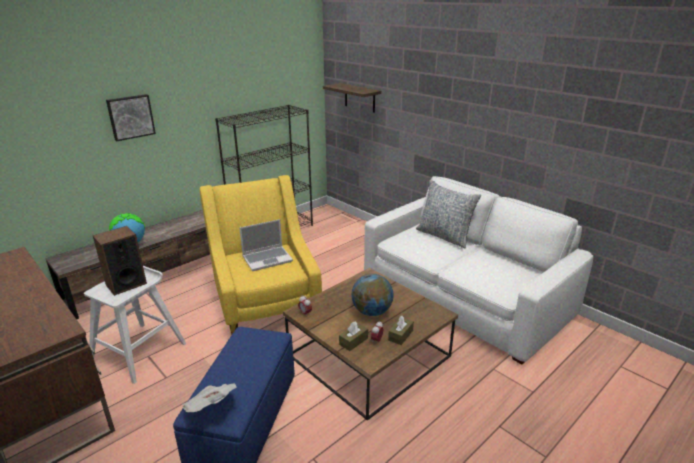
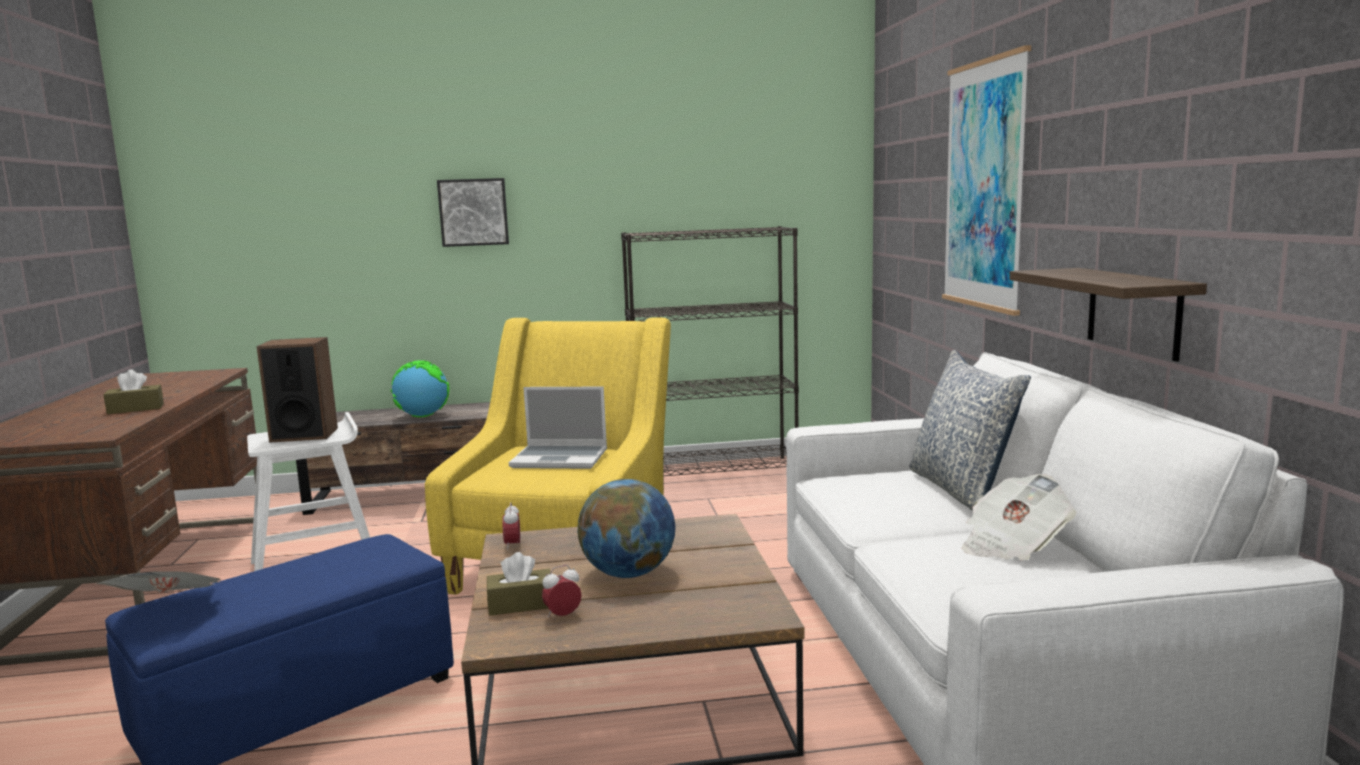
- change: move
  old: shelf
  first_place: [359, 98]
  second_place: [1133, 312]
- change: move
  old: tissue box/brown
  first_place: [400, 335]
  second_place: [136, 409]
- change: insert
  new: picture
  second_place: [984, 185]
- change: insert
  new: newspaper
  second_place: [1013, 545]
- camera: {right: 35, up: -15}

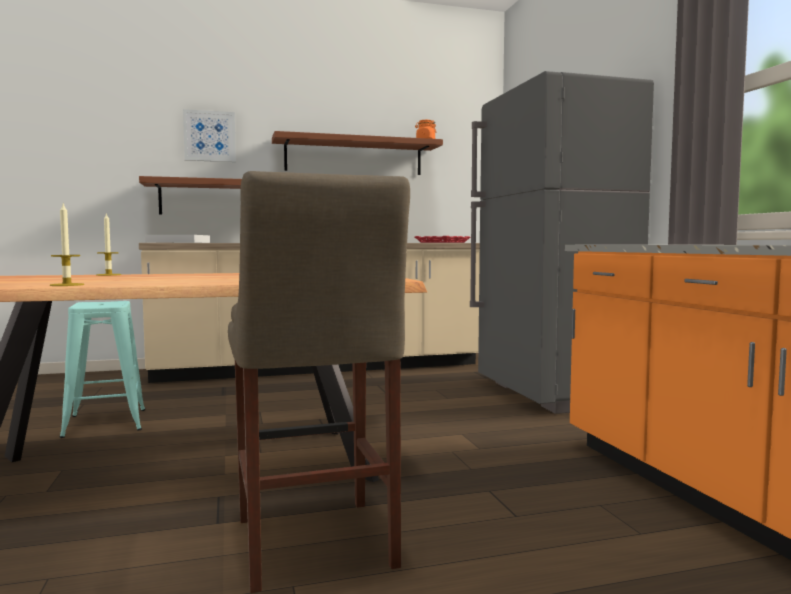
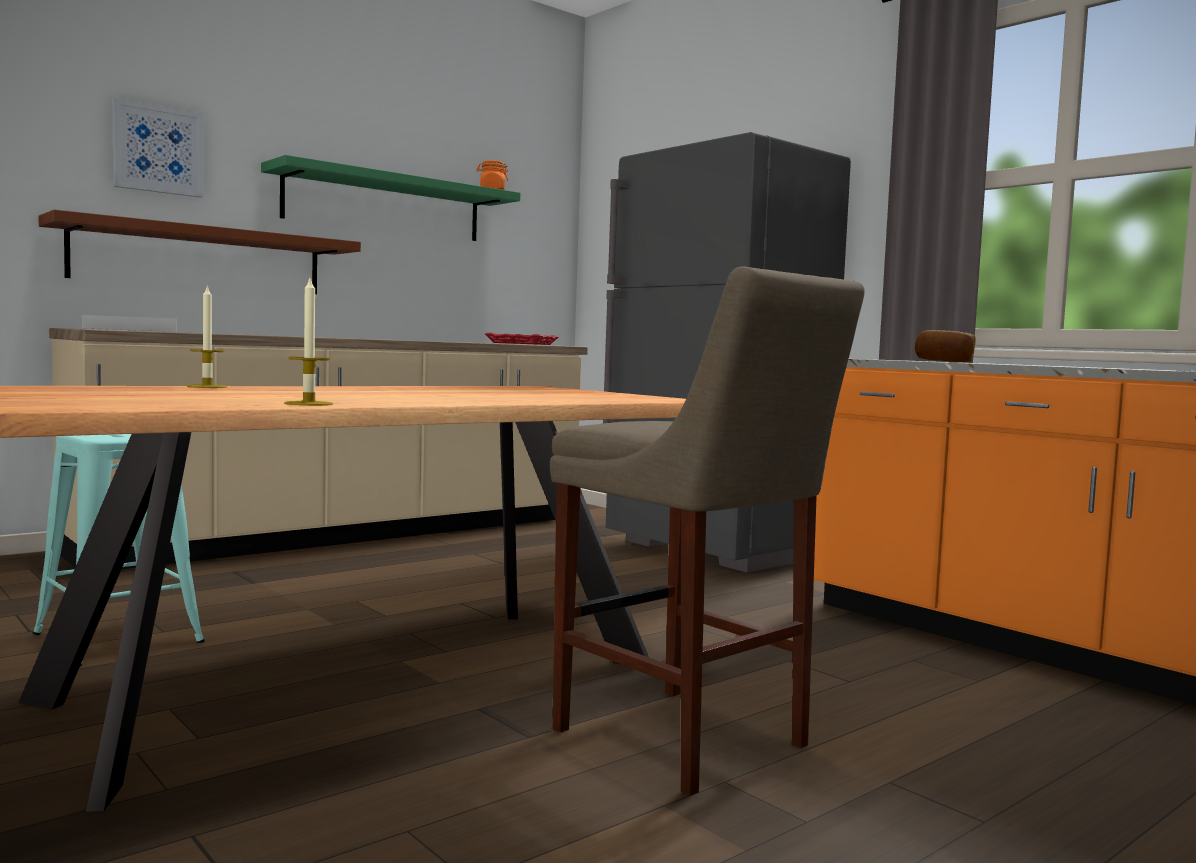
- change: recolor
  old: shelf/brown
  new: shelf/green
  first_place: [354, 157]
  second_place: [385, 206]
- change: insert
  new: bread
  second_place: [944, 361]
- camera: {right: -25, up: 0}

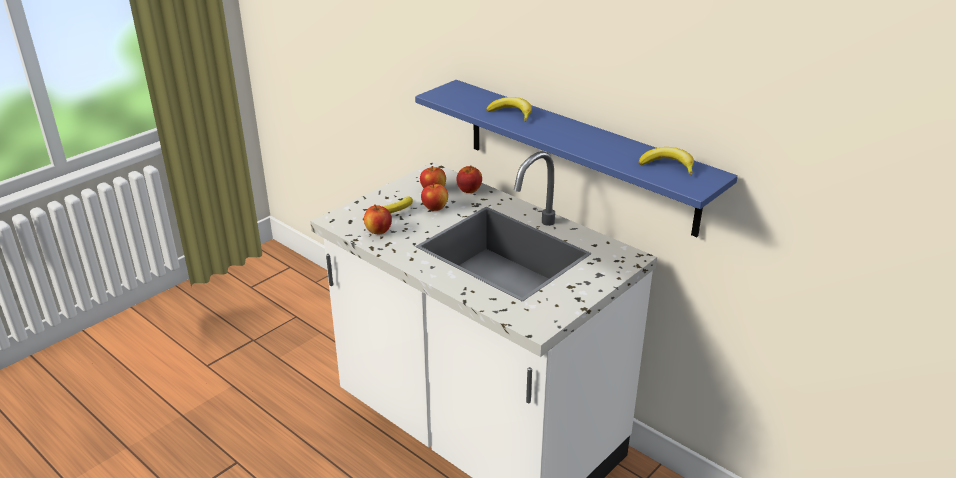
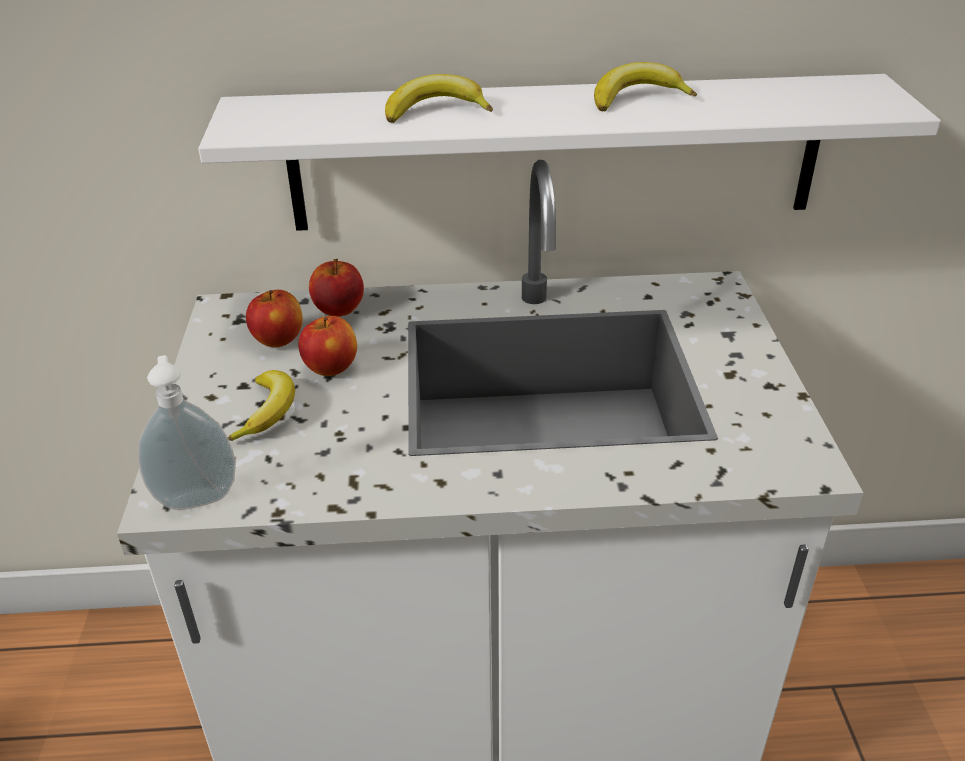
- change: recolor
  old: shelf/blue
  new: shelf/white
  first_place: [578, 155]
  second_place: [555, 154]
- change: move
  old: banana
  first_place: [668, 166]
  second_place: [637, 98]
- change: delete
  old: apple
  first_place: [378, 231]
- change: insert
  new: soap dispenser
  second_place: [197, 496]
- camera: {right: -45, up: 5}

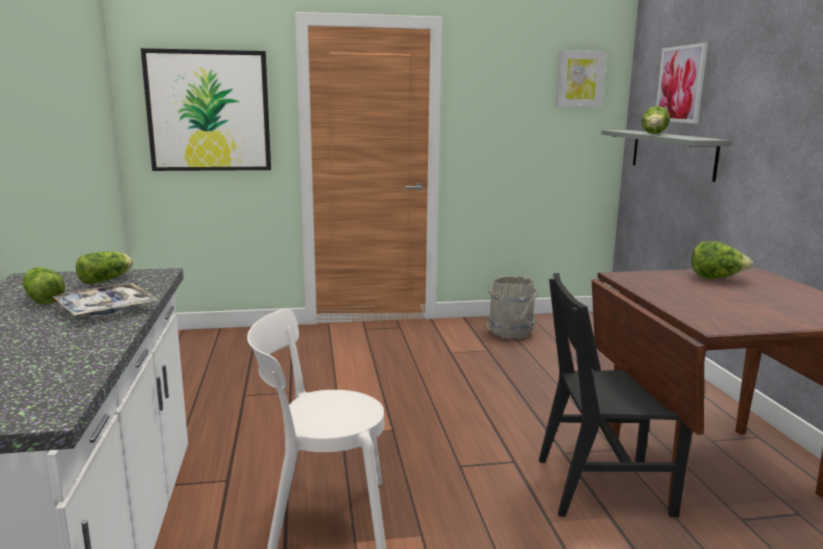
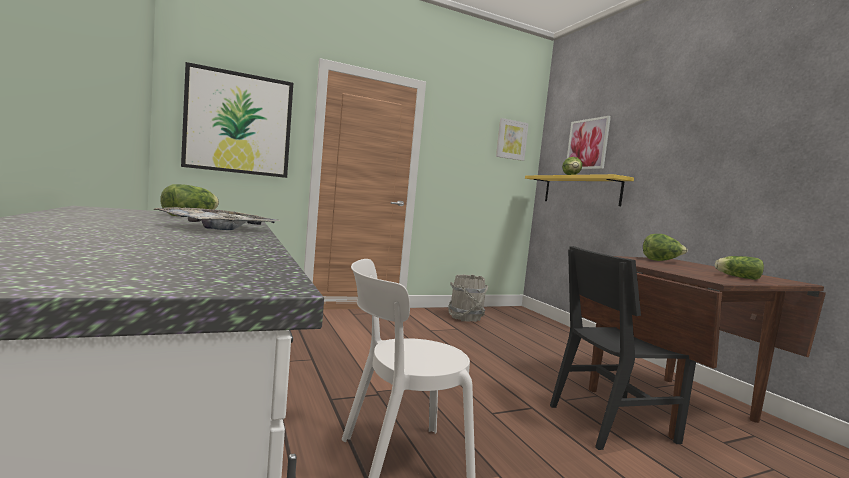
- change: recolor
  old: shelf/grey
  new: shelf/yellow
  first_place: [672, 153]
  second_place: [581, 190]
- change: move
  old: lettuce
  first_place: [43, 299]
  second_place: [736, 277]
- camera: {right: -15, up: -10}

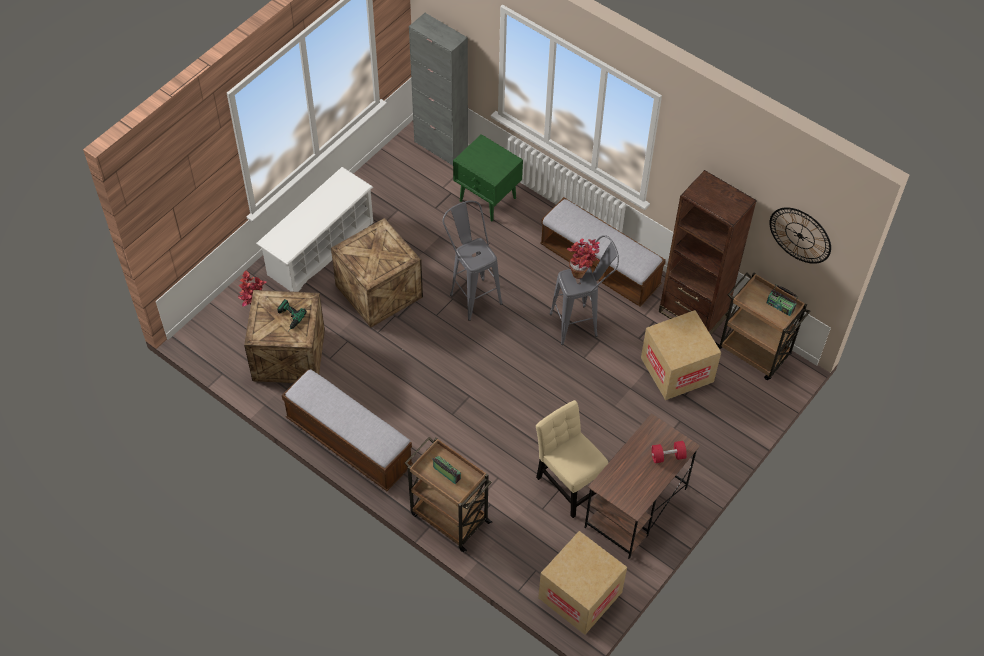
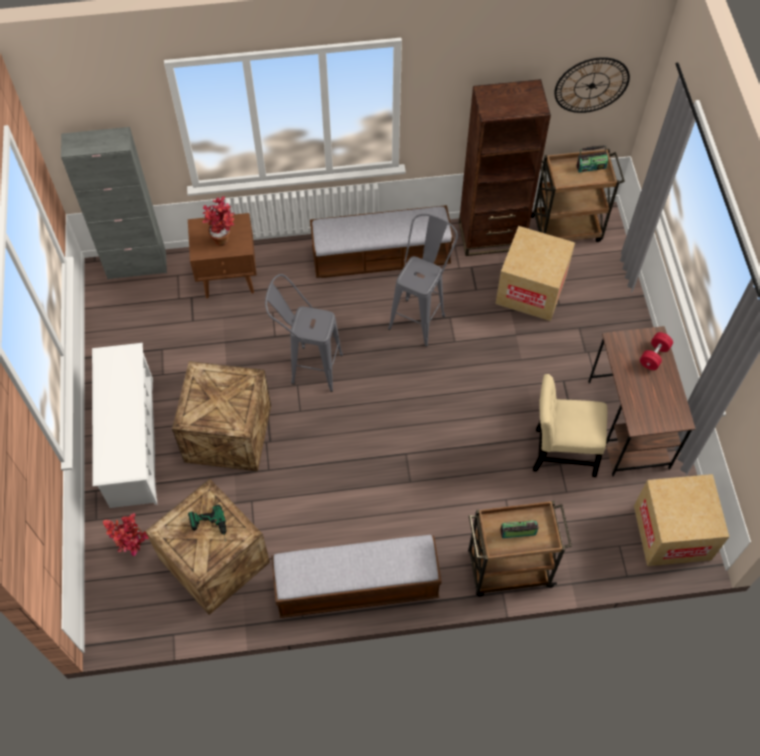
- change: recolor
  old: nightstand/green
  new: nightstand/brown
  first_place: [488, 200]
  second_place: [229, 277]
- change: move
  old: potted plant
  first_place: [582, 272]
  second_place: [223, 237]
- camera: {right: -45, up: 5}

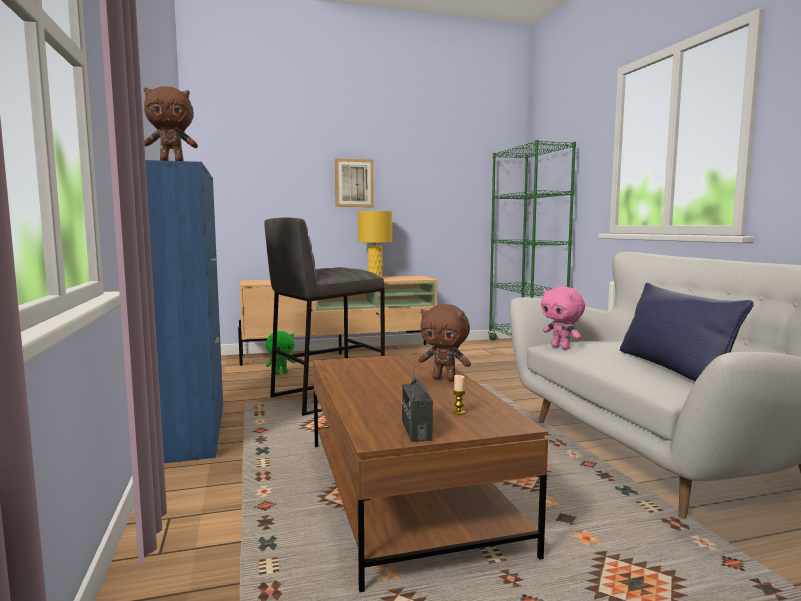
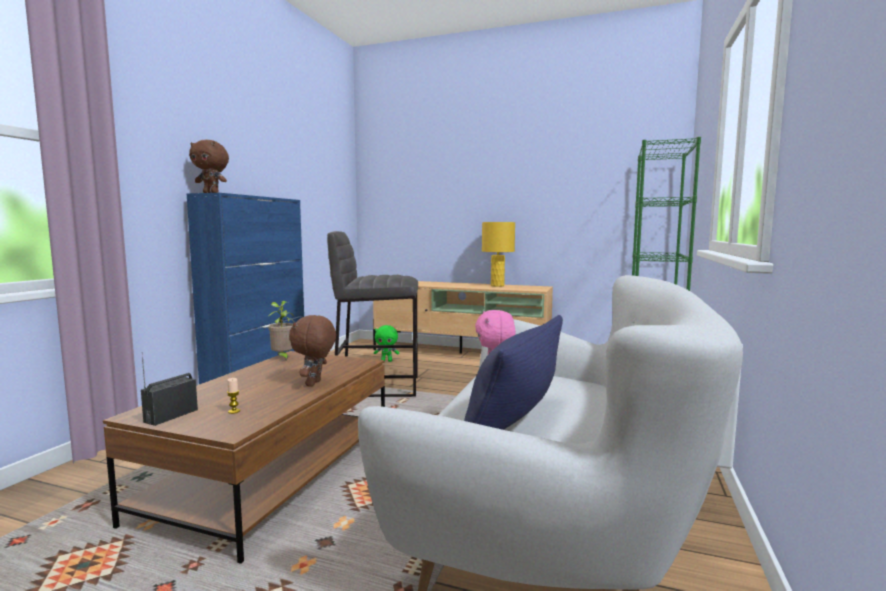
- change: delete
  old: picture
  first_place: [354, 183]
- change: rotate
  old: plush toy/brown
  first_place: [444, 379]
  second_place: [314, 384]
  degrees: 45
- change: insert
  new: potted plant
  second_place: [283, 358]
- camera: {right: 35, up: 0}

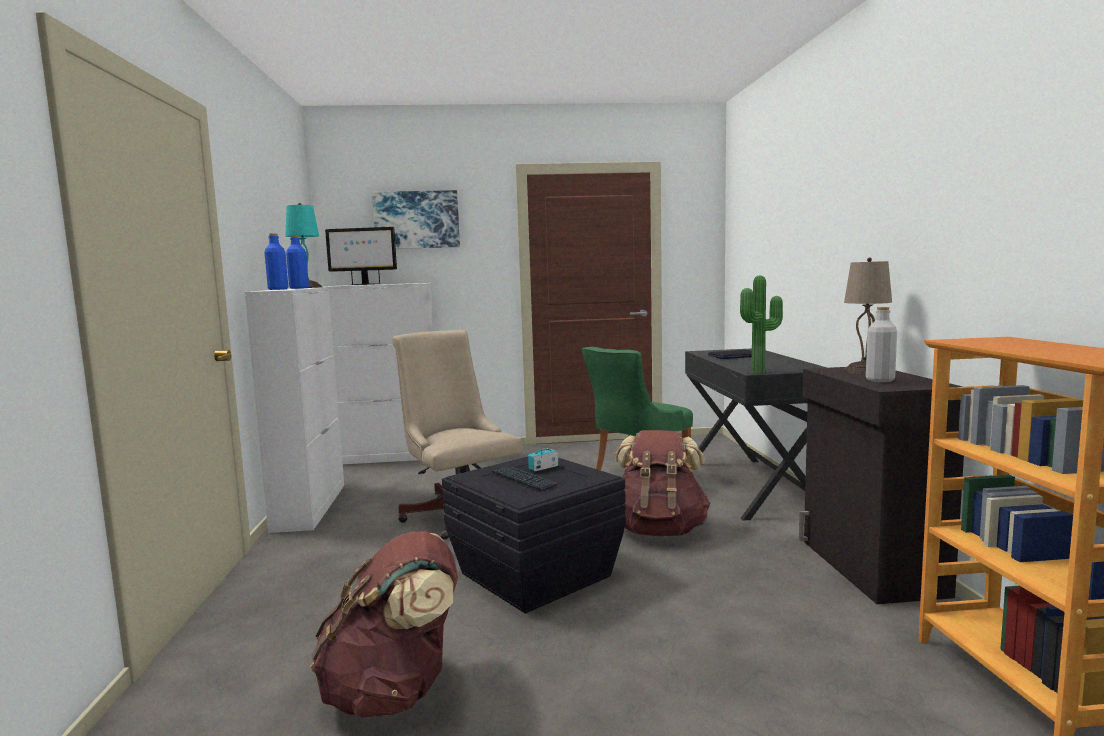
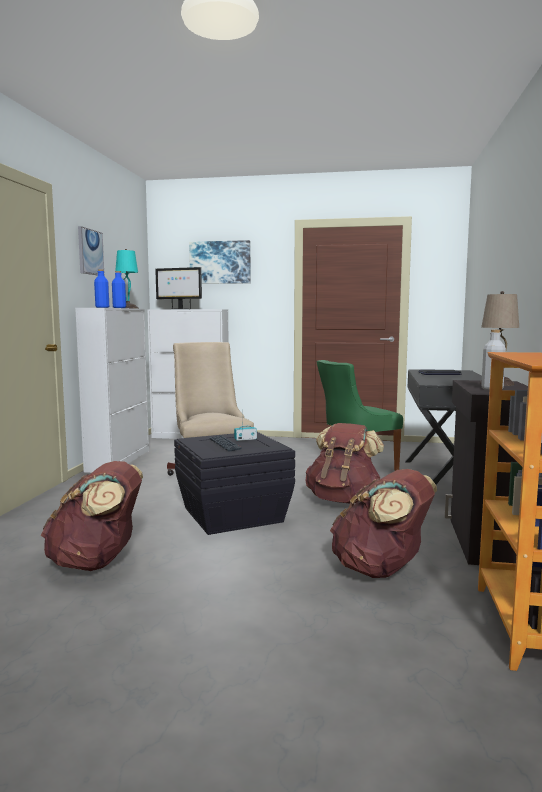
- change: delete
  old: potted plant
  first_place: [760, 372]
- change: insert
  new: picture
  second_place: [90, 252]
- change: insert
  new: backpack/brown
  second_place: [381, 570]
- camera: {right: 15, up: 0}

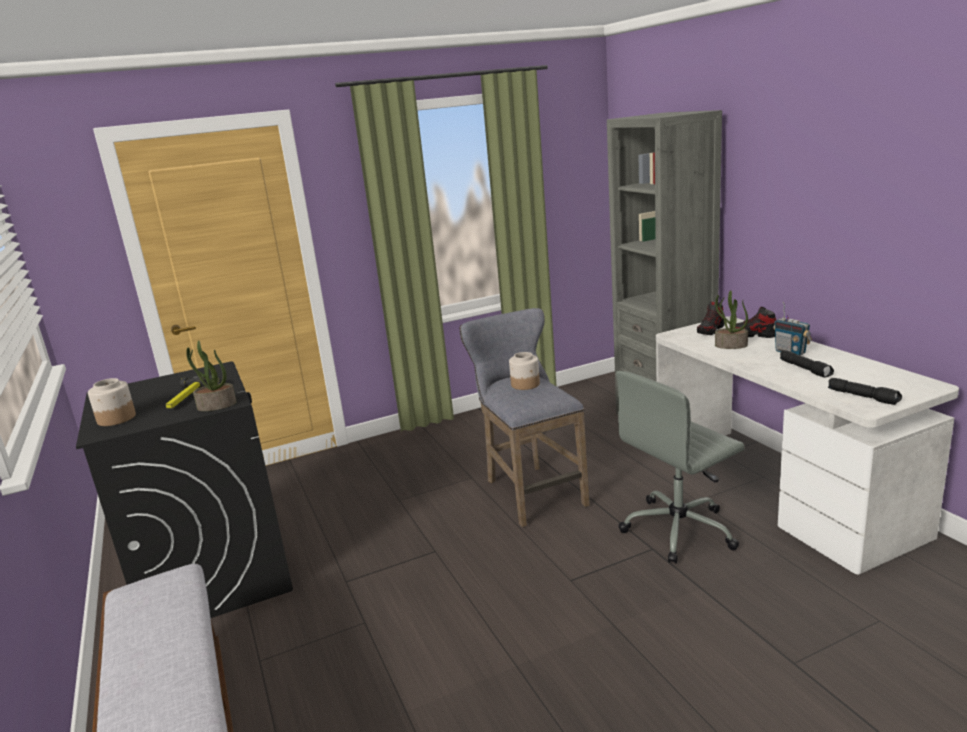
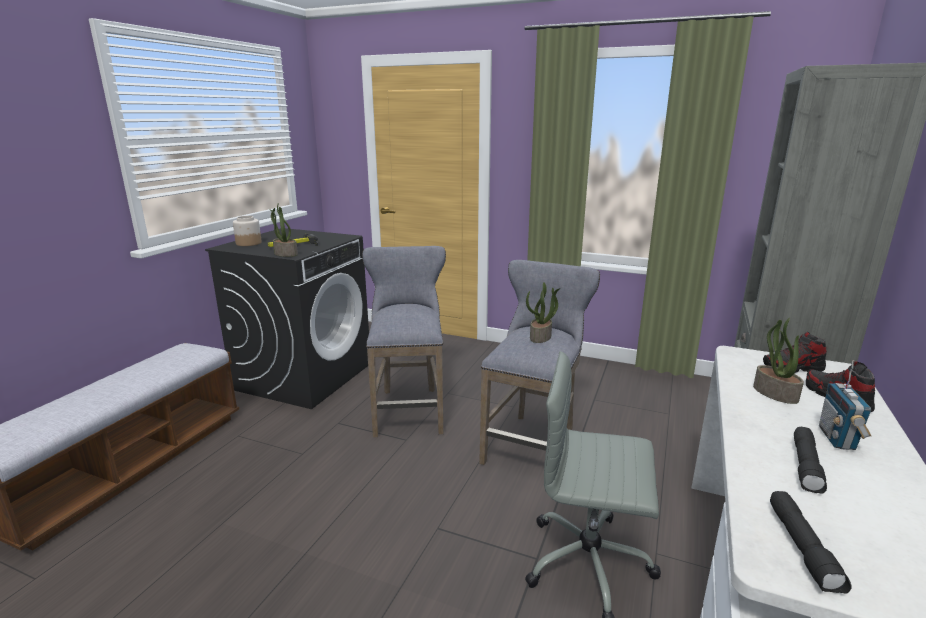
- change: replace
  old: jar
  new: potted plant
  first_place: [525, 384]
  second_place: [541, 337]
- change: insert
  new: stool/grey
  second_place: [409, 408]
- camera: {right: 45, up: 0}

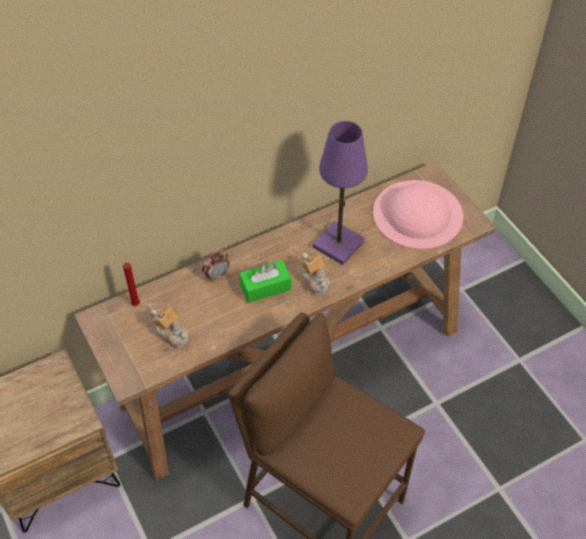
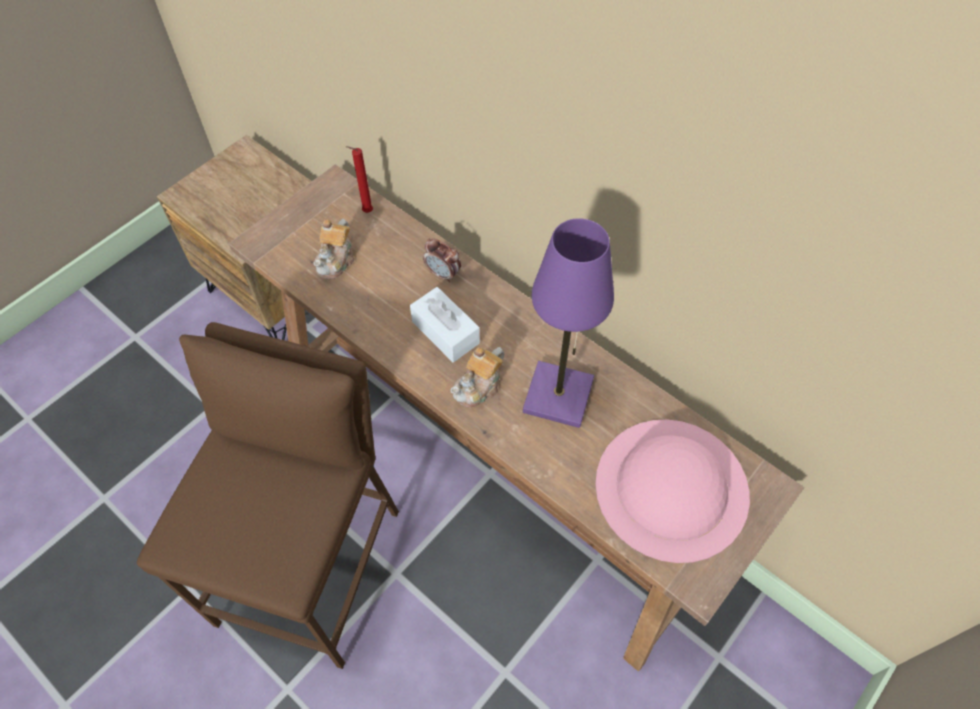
- change: recolor
  old: tissue box/green
  new: tissue box/white
  first_place: [265, 287]
  second_place: [445, 332]
- camera: {right: 70, up: 5}

